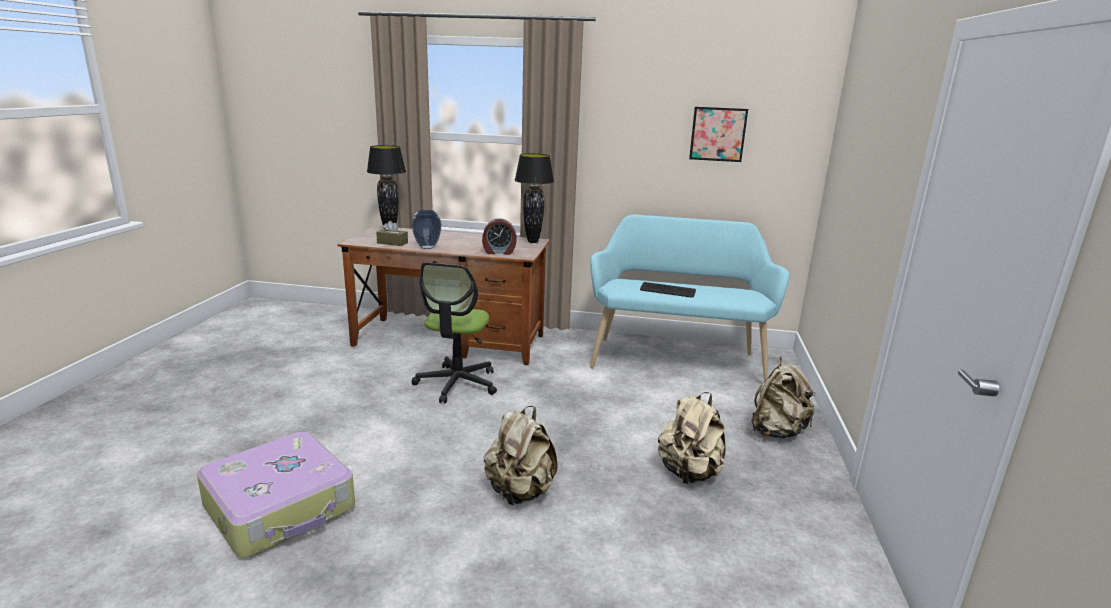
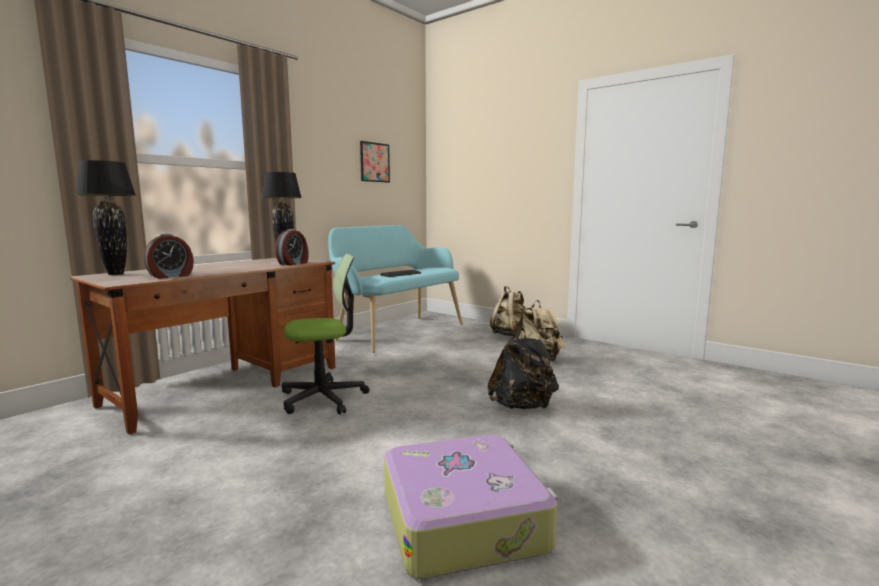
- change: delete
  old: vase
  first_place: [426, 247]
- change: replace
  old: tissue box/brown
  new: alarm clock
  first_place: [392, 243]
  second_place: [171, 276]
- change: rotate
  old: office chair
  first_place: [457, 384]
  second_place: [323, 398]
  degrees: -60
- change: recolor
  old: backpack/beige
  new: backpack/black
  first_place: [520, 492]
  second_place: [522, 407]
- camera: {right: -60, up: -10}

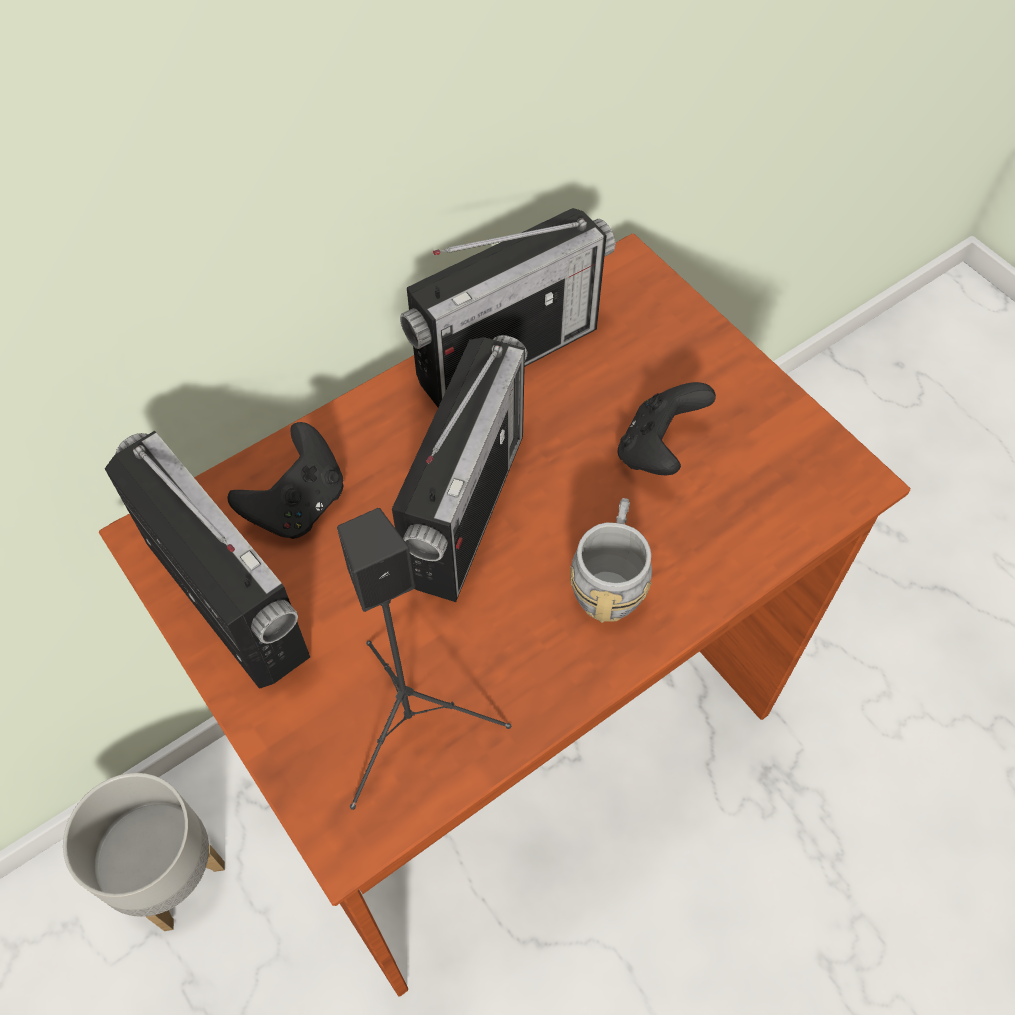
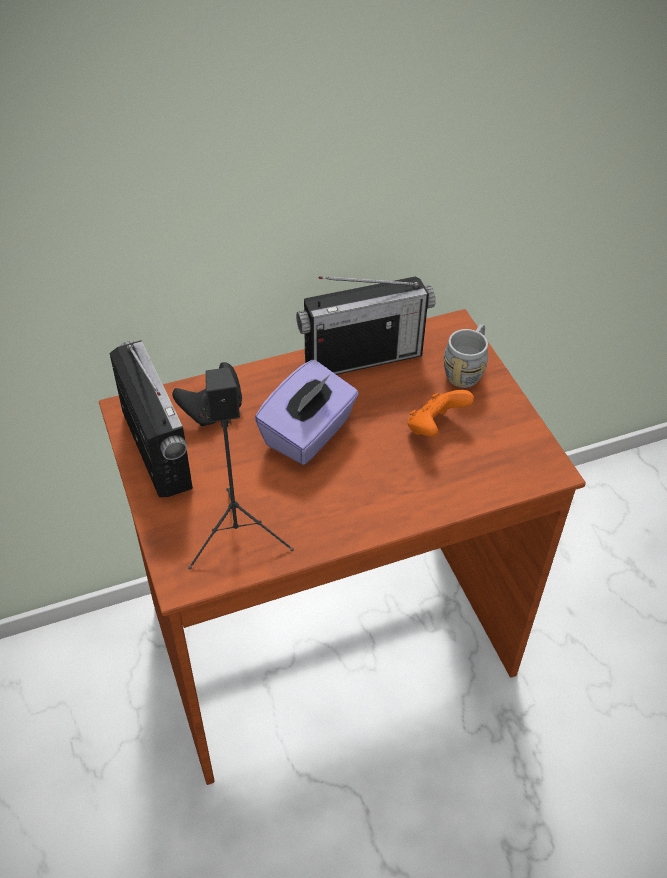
- change: replace
  old: radio
  new: tissue box/purple
  first_place: [466, 508]
  second_place: [308, 434]
- change: recolor
  old: game controller/black
  new: game controller/orange
  first_place: [658, 449]
  second_place: [435, 427]
- change: move
  old: mug/grey
  first_place: [610, 578]
  second_place: [467, 370]
- change: delete
  old: planter/grey
  first_place: [168, 872]
- camera: {right: 15, up: -10}

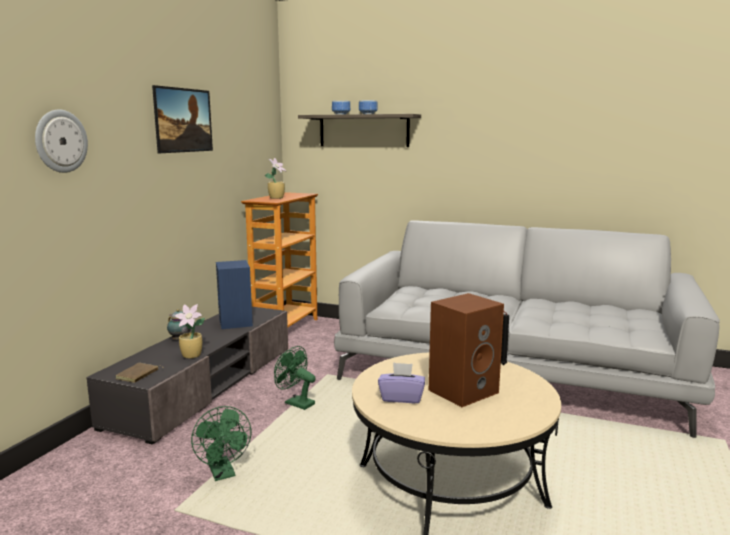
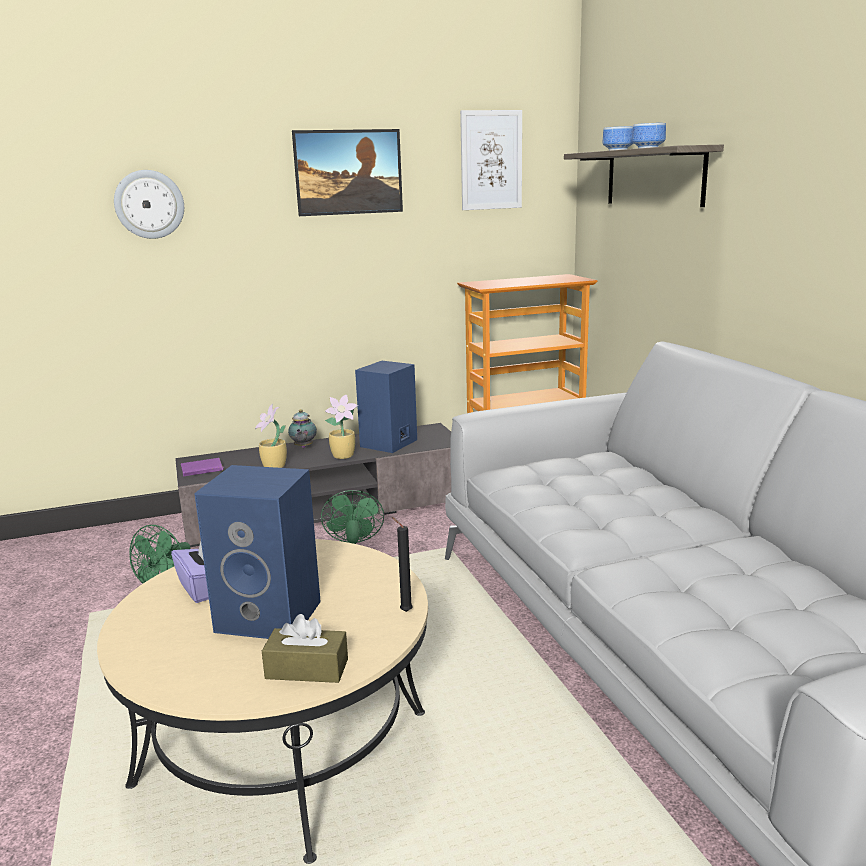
- change: move
  old: potted plant
  first_place: [277, 198]
  second_place: [344, 456]
- change: recolor
  old: speaker/brown
  new: speaker/blue
  first_place: [463, 390]
  second_place: [272, 616]
- change: recolor
  old: book/brown
  new: book/purple
  first_place: [138, 375]
  second_place: [202, 470]
- change: insert
  new: picture
  second_place: [491, 160]
- change: insert
  new: tissue box/brown
  second_place: [307, 669]
- camera: {right: 50, up: 5}

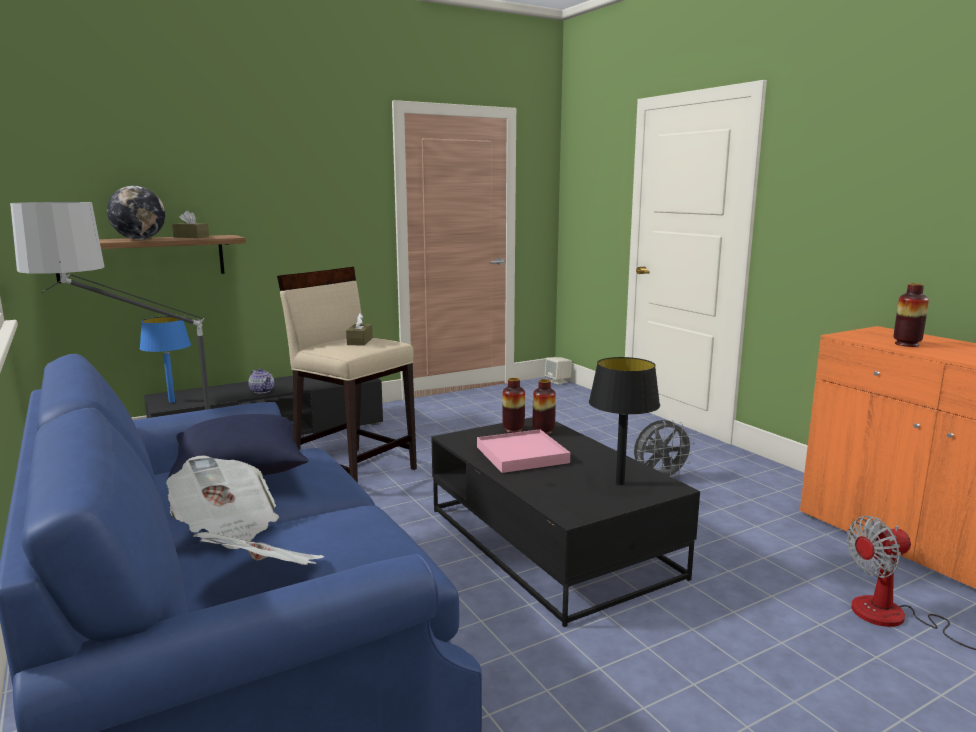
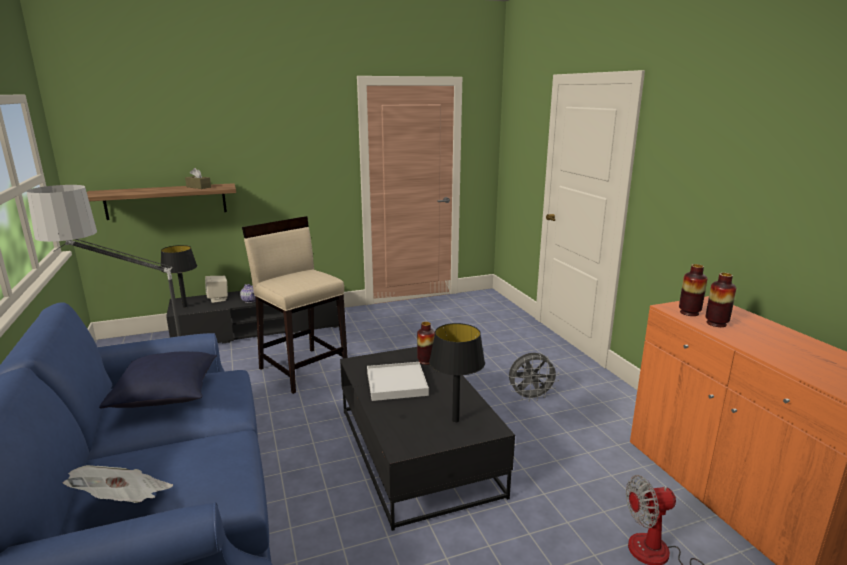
- change: delete
  old: globe
  first_place: [139, 239]
- change: delete
  old: tissue box/brown
  first_place: [360, 341]
- change: recolor
  old: table lamp/blue
  new: table lamp/black
  first_place: [172, 401]
  second_place: [185, 306]
- change: move
  old: speaker/beige
  first_place: [558, 381]
  second_place: [218, 299]
- change: move
  old: vase
  first_place: [513, 430]
  second_place: [689, 313]
- change: recolor
  old: tray/pink
  new: tray/white
  first_place: [521, 455]
  second_place: [396, 384]
- change: delete
  old: newspaper
  first_place: [226, 526]
- camera: {right: 10, up: 5}

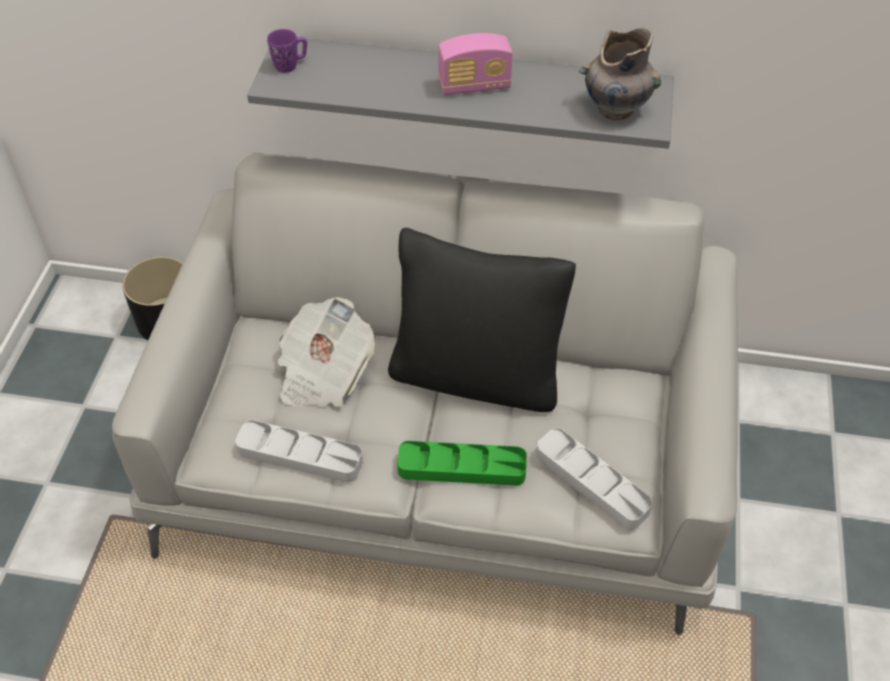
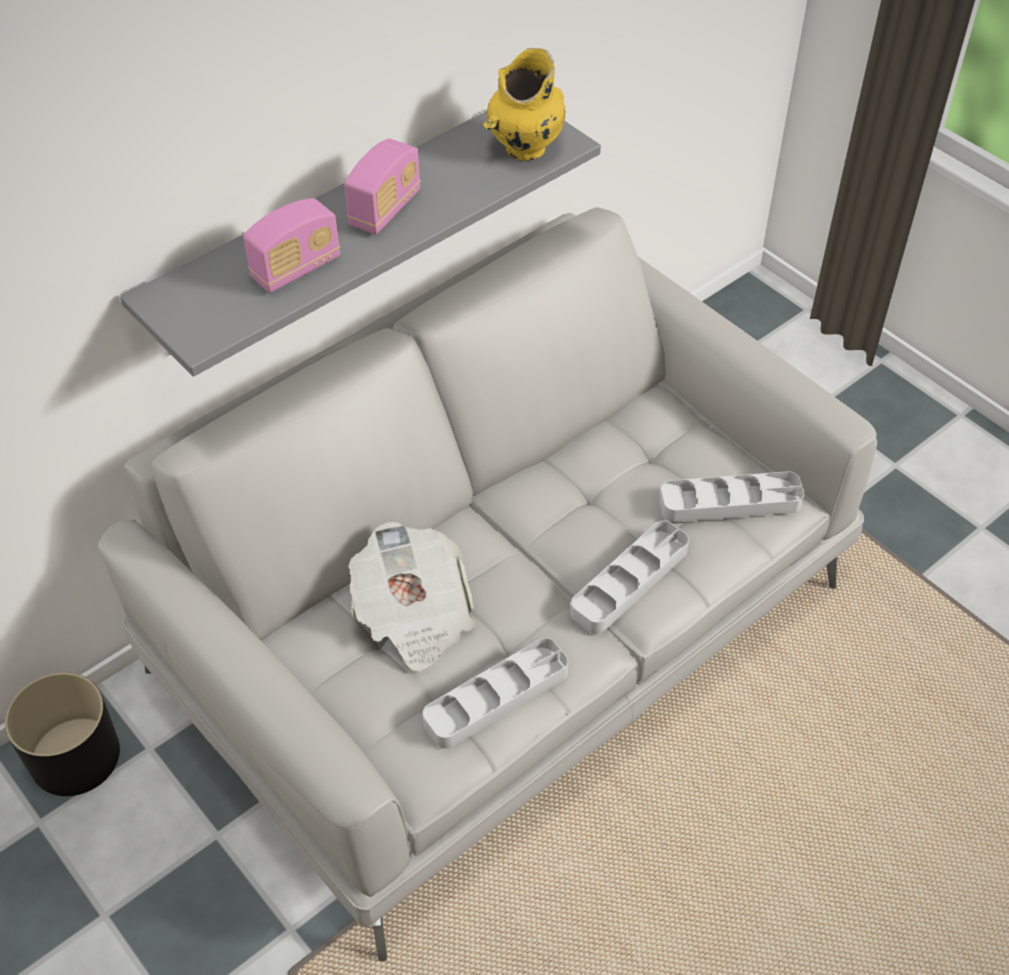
- change: recolor
  old: vase/grey
  new: vase/yellow
  first_place: [614, 109]
  second_place: [524, 149]
- change: delete
  old: mug/purple
  first_place: [290, 65]
- change: delete
  old: pillow/black
  first_place: [476, 375]
- change: recolor
  old: tray/green
  new: tray/grey
  first_place: [461, 467]
  second_place: [629, 581]
- change: insert
  new: radio
  second_place: [296, 269]
- camera: {right: -50, up: 0}

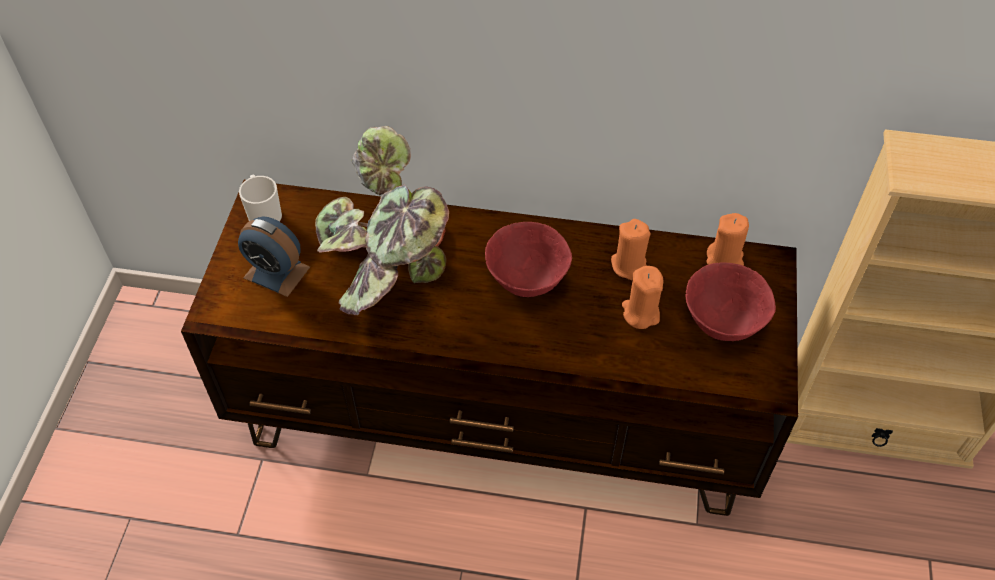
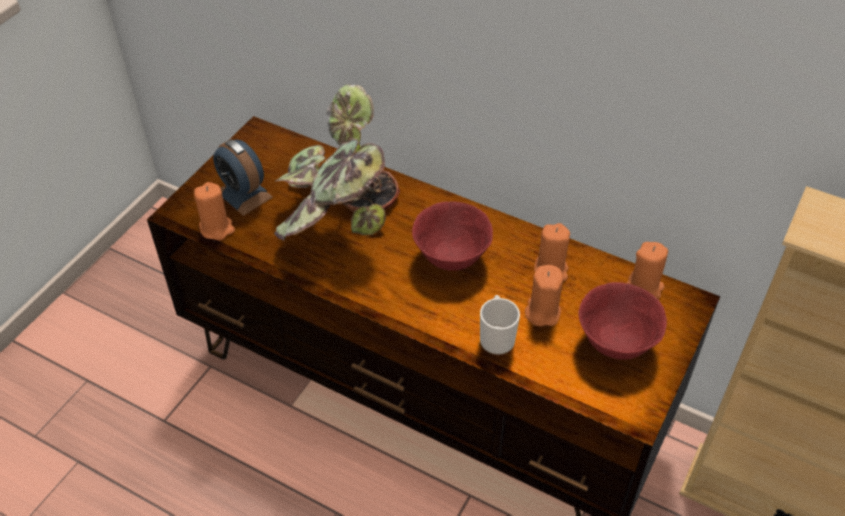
- change: move
  old: mug
  first_place: [264, 214]
  second_place: [496, 337]
- change: insert
  new: candle/orange
  second_place: [217, 228]
- camera: {right: 20, up: -5}

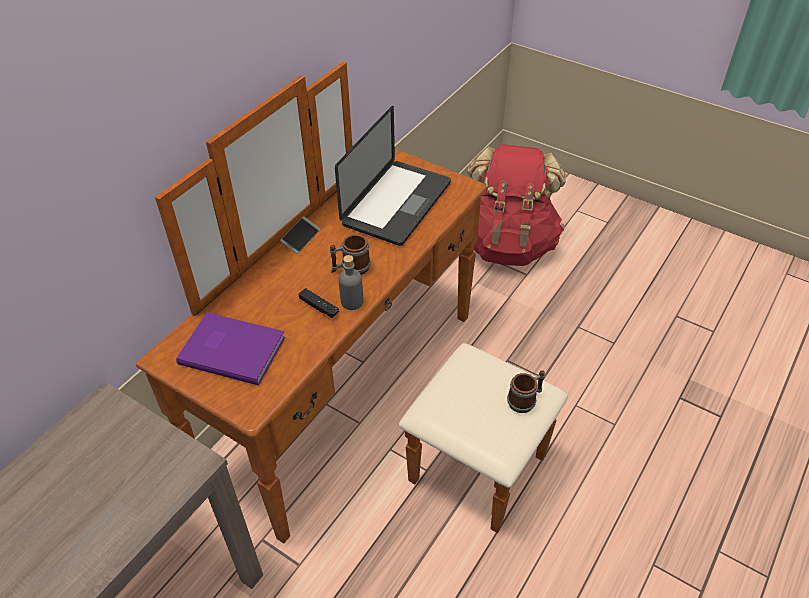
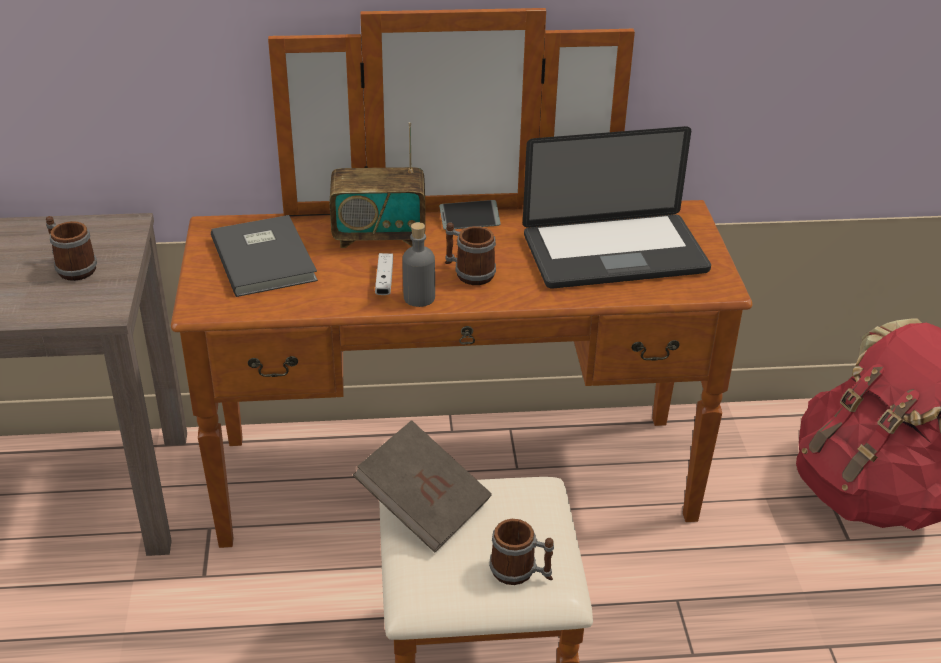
- change: recolor
  old: game controller/black
  new: game controller/white
  first_place: [319, 307]
  second_place: [384, 281]
- change: recolor
  old: book/purple
  new: book/grey
  first_place: [232, 348]
  second_place: [266, 257]
- change: insert
  new: radio
  second_place: [379, 235]
- change: insert
  new: mug
  second_place: [72, 267]
- change: insert
  new: book/brown
  second_place: [423, 506]
- camera: {right: 50, up: -10}

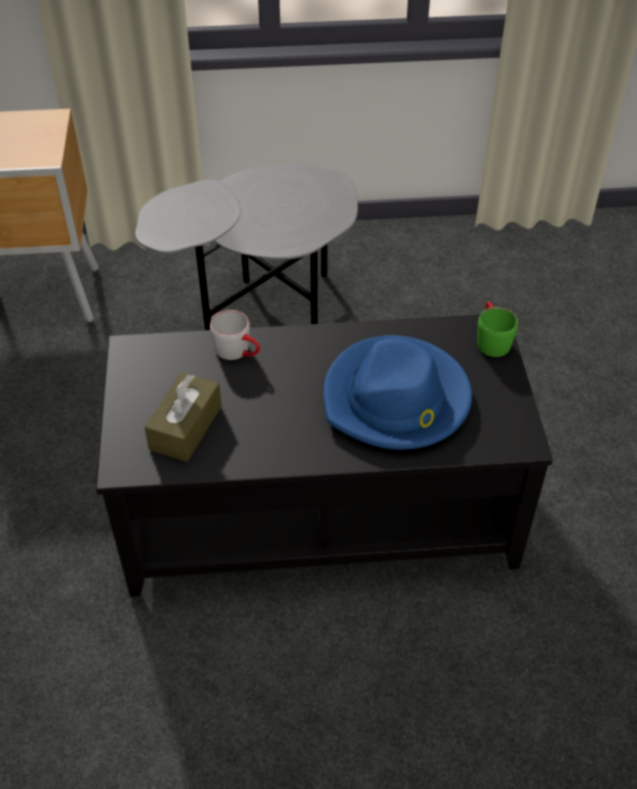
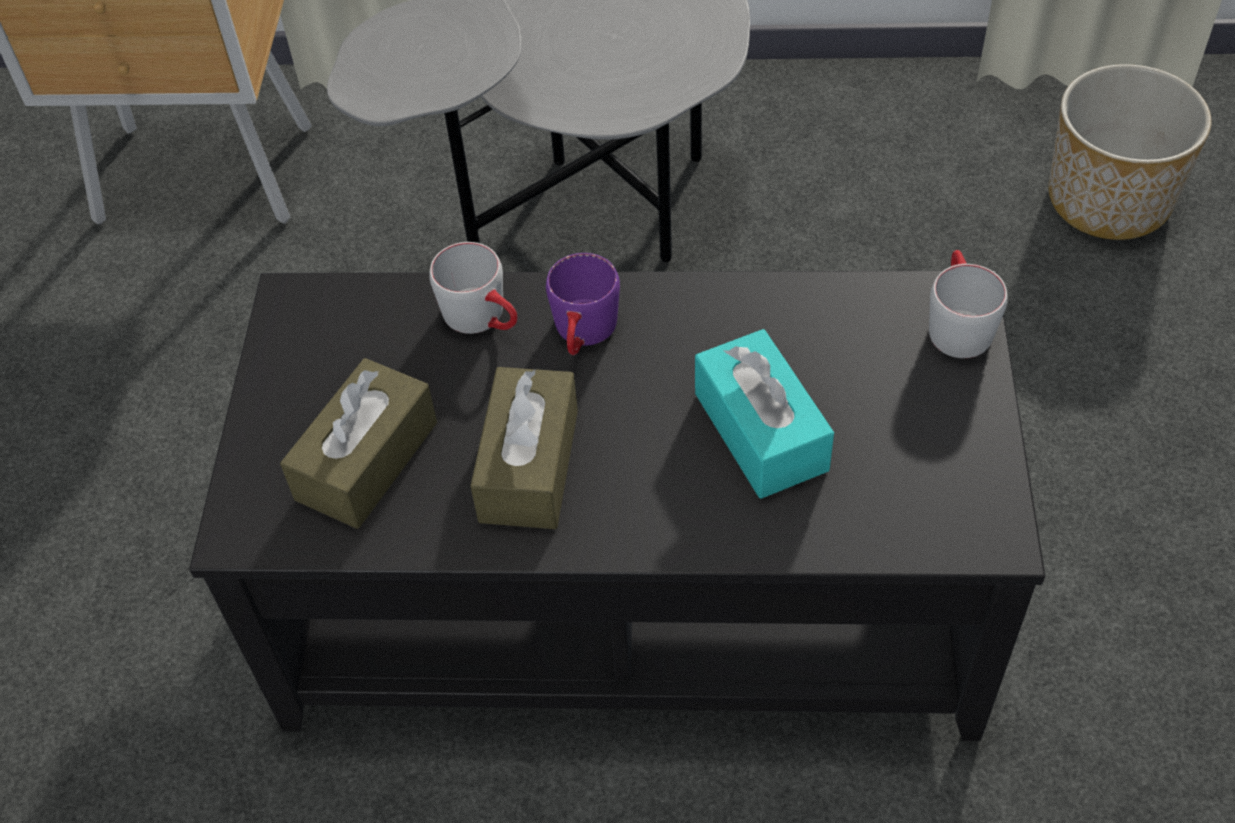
- change: recolor
  old: mug/green
  new: mug/grey
  first_place: [491, 339]
  second_place: [956, 322]
- change: replace
  old: hat/blue
  new: tissue box/turquoise
  first_place: [396, 399]
  second_place: [760, 431]
- change: insert
  new: planter
  second_place: [1107, 200]
- change: insert
  new: mug/purple
  second_place: [584, 335]
- change: insert
  new: tissue box/brown
  second_place: [529, 465]
- camera: {right: 10, up: 5}

